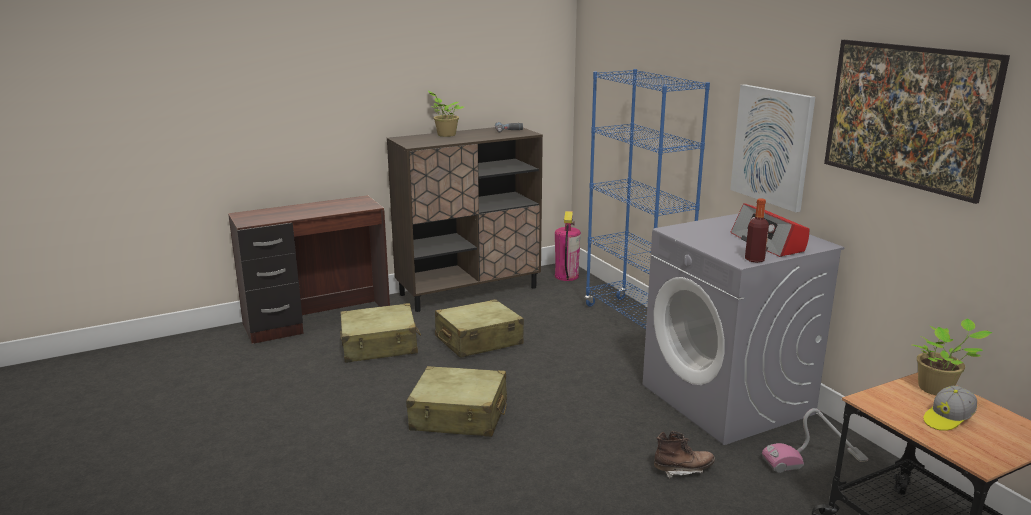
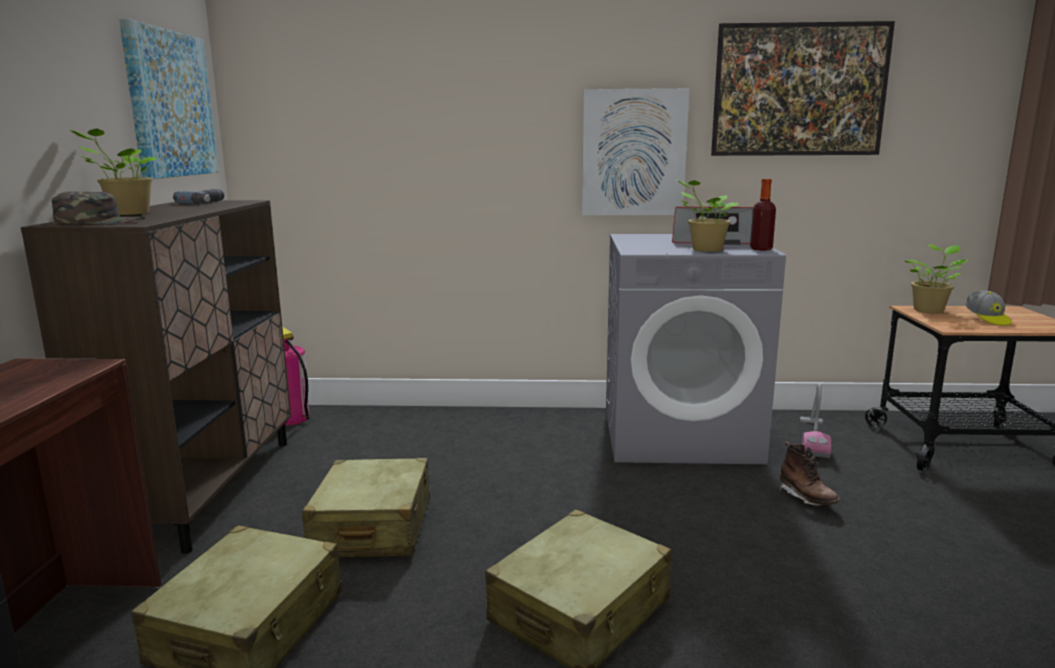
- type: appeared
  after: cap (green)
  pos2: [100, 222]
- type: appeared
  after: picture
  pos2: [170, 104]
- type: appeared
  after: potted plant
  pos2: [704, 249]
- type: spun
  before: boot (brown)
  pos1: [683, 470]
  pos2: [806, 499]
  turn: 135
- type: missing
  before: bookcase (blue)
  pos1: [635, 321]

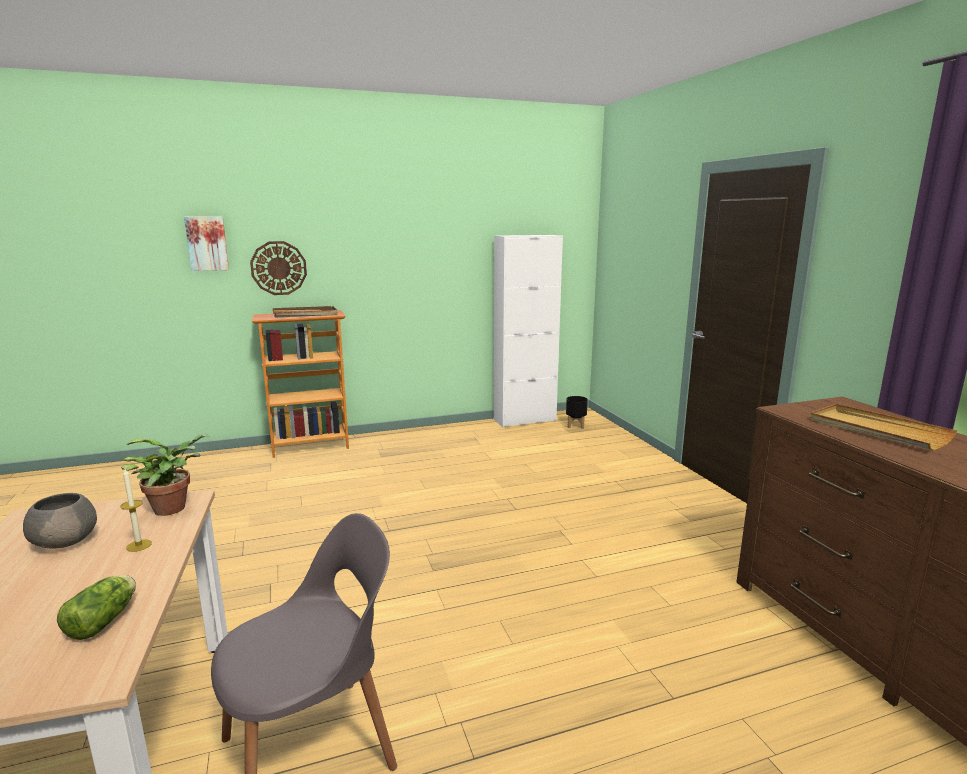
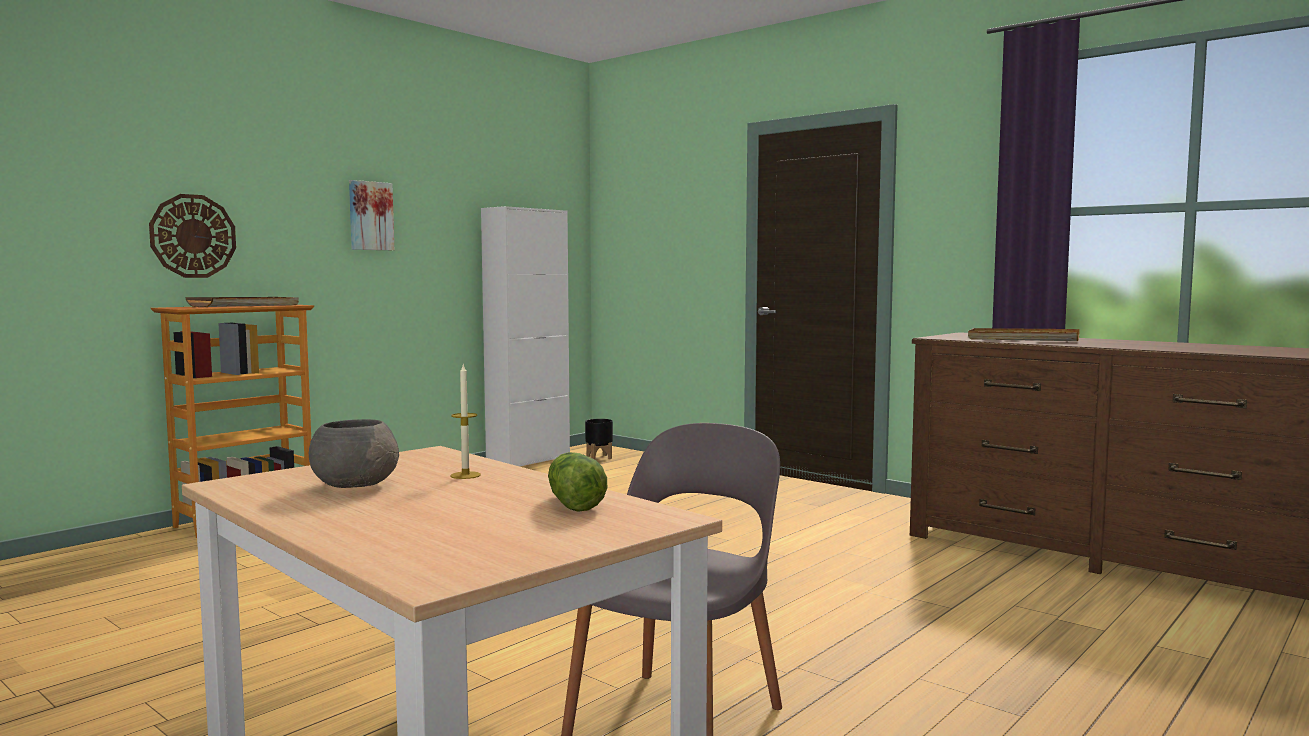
- type: relocated
  before: picture
  pos1: [207, 243]
  pos2: [370, 216]
- type: missing
  before: potted plant
  pos1: [174, 507]

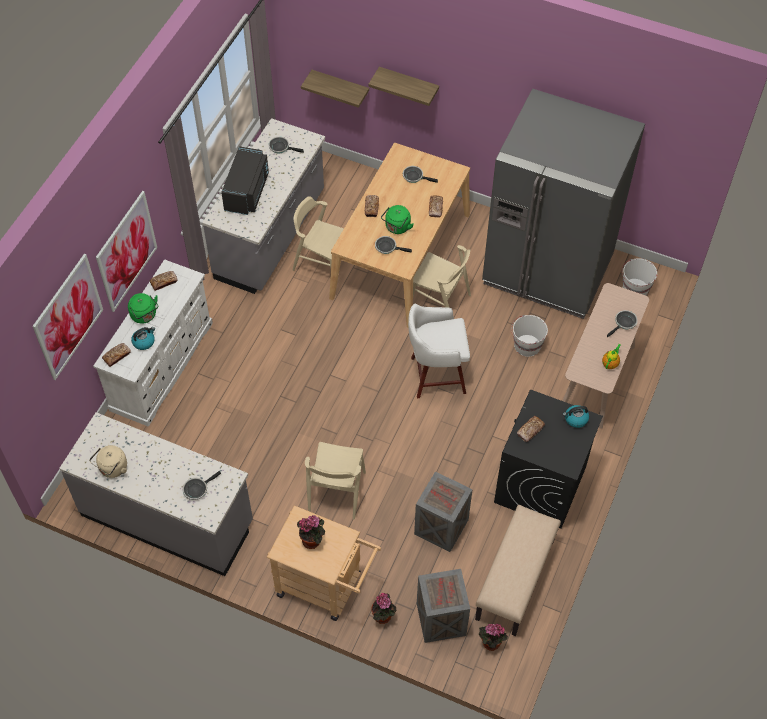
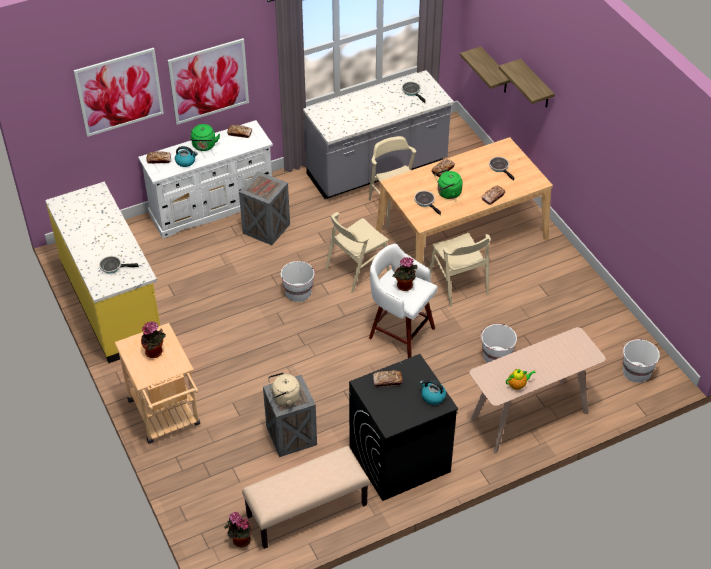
- type: colour
  before: counter (grey)
  after: counter (yellow)
  pos1: [168, 518]
  pos2: [112, 302]
- type: relocated
  before: crate
  pos1: [440, 620]
  pos2: [265, 229]
- type: relocated
  before: kettle (beige)
  pos1: [112, 469]
  pos2: [284, 398]
- type: appeared
  after: bucket (white)
  pos2: [298, 293]
- type: relocated
  before: chair (beige)
  pos1: [336, 491]
  pos2: [357, 269]
- type: relocated
  before: potted plant
  pos1: [383, 617]
  pos2: [405, 287]
- type: missing
  before: microwave (black)
  pos1: [247, 192]
- type: missing
  before: fridge (grey)
  pos1: [548, 269]
- type: missing
  before: frying pan
  pos1: [624, 323]

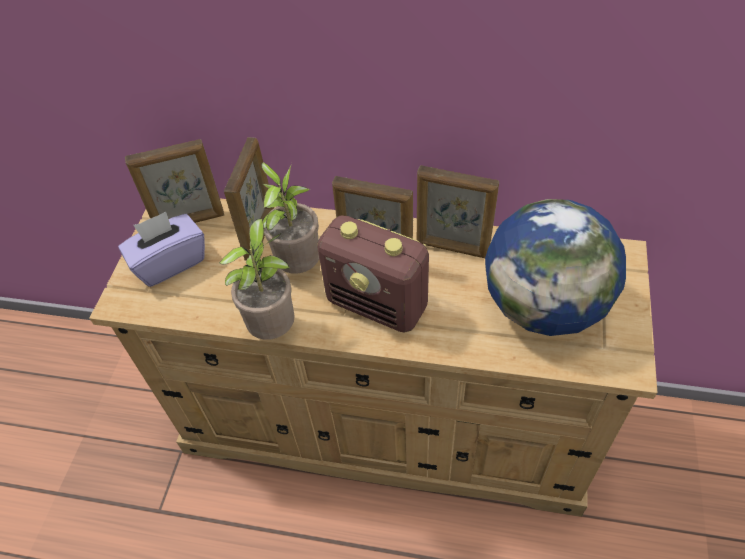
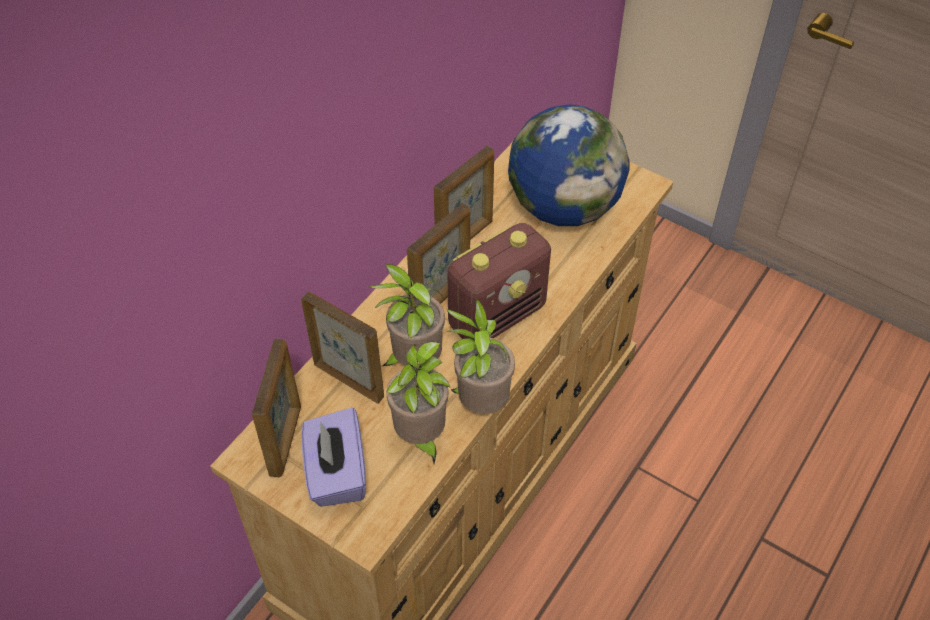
- type: appeared
  after: potted plant
  pos2: [420, 437]

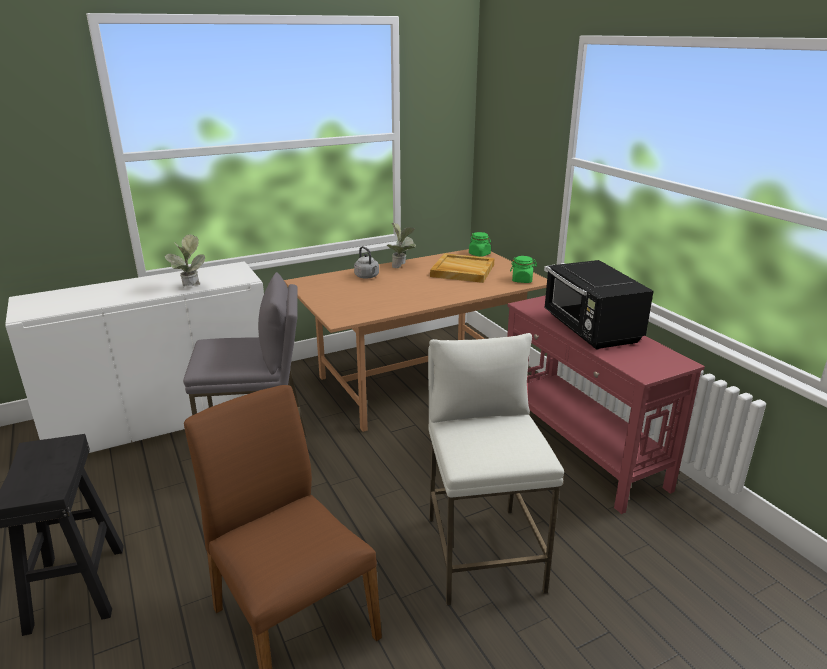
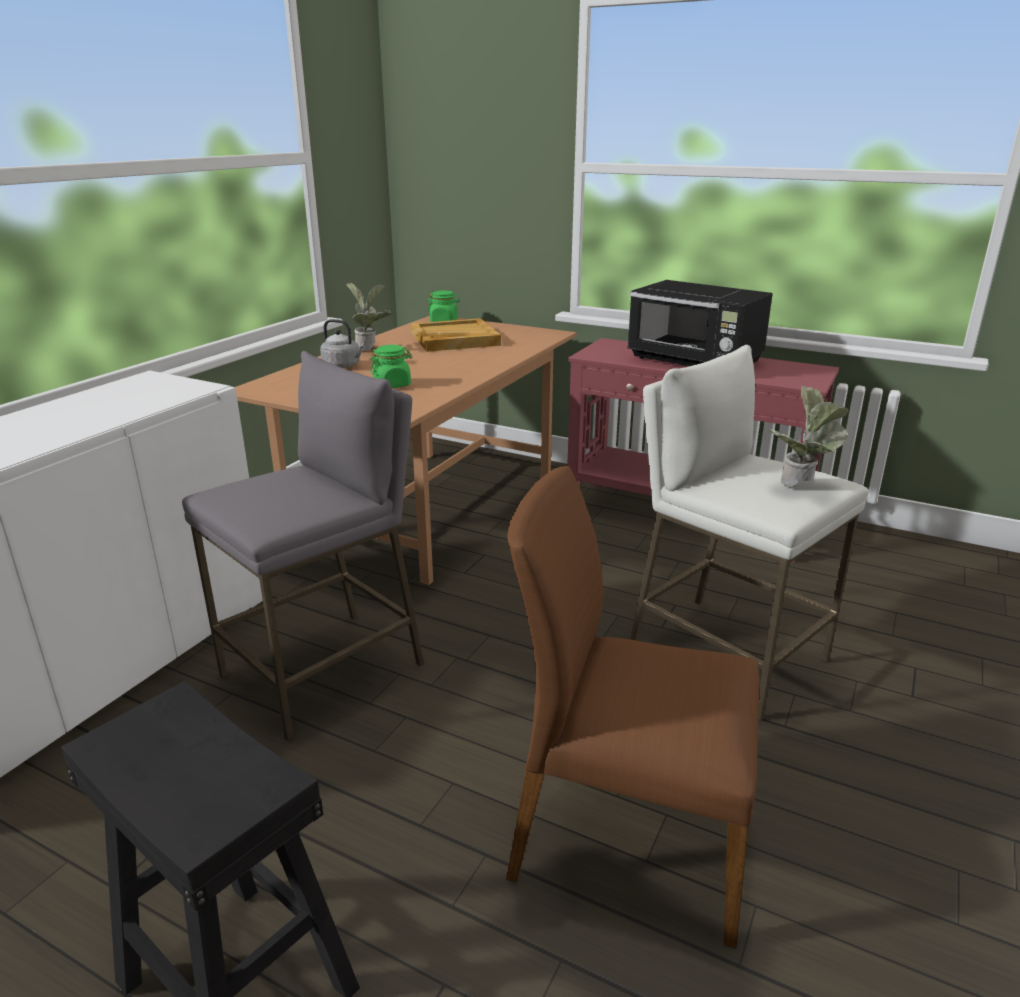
- type: relocated
  before: jar (green)
  pos1: [522, 280]
  pos2: [392, 385]
- type: relocated
  before: potted plant
  pos1: [190, 288]
  pos2: [802, 487]

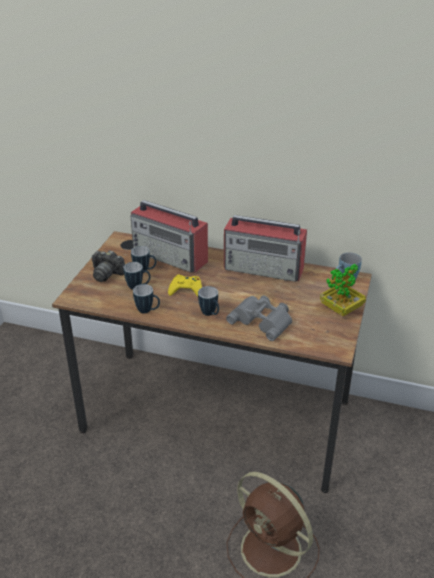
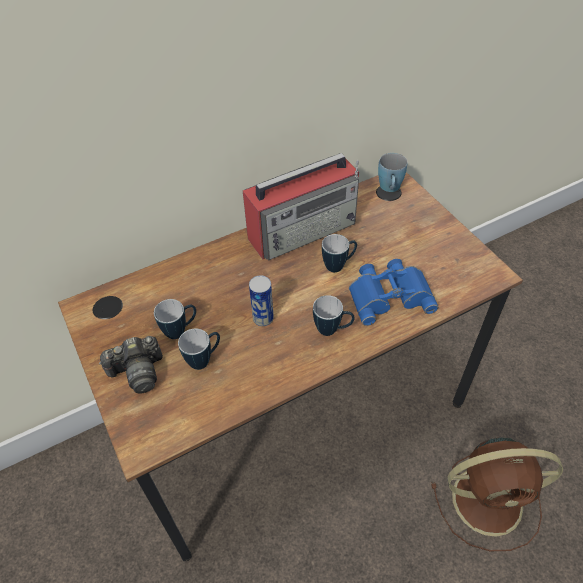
- type: exchanged
  before: game controller (yellow)
  after: can
  pos1: [186, 289]
  pos2: [263, 318]
- type: relocated
  before: mug
  pos1: [148, 311]
  pos2: [339, 265]
- type: colour
  before: binoculars (grey)
  after: binoculars (blue)
  pos1: [262, 320]
  pos2: [389, 294]
- type: missing
  before: radio
  pos1: [171, 256]
- type: missing
  before: potted plant
  pos1: [341, 309]

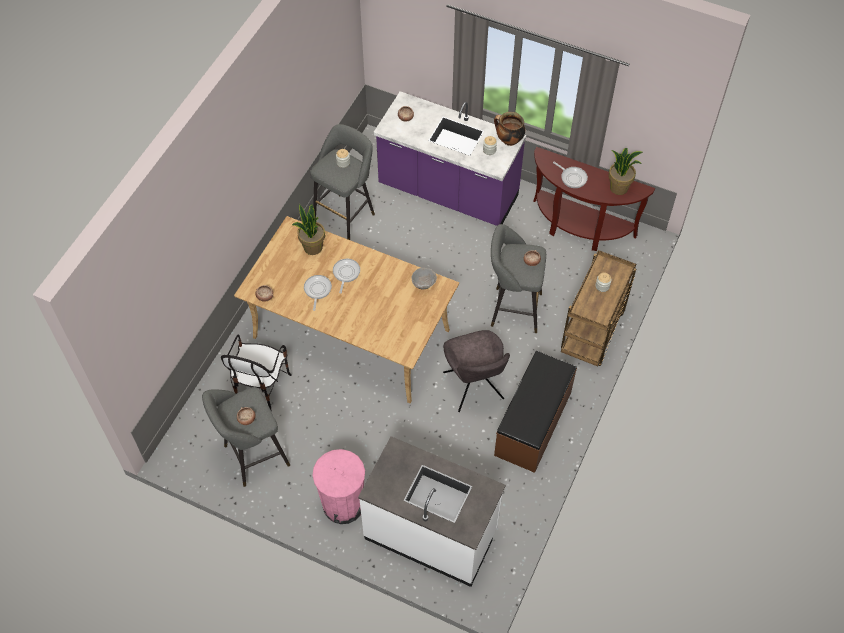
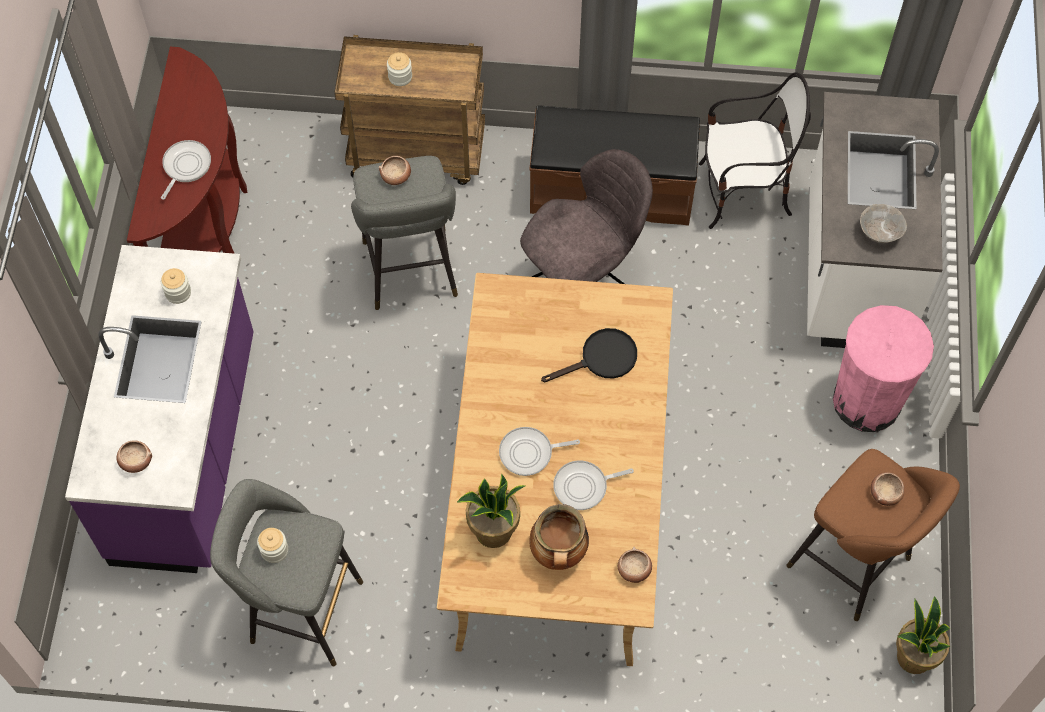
- type: relocated
  before: cooking pot
  pos1: [508, 140]
  pos2: [559, 553]
- type: appeared
  after: frying pan (black)
  pos2: [601, 359]
- type: relocated
  before: chair
  pos1: [261, 389]
  pos2: [743, 193]
- type: colour
  before: stool (grey)
  after: stool (brown)
  pos1: [253, 457]
  pos2: [854, 566]
- type: relocated
  before: bowl (grey)
  pos1: [424, 284]
  pos2: [879, 232]
- type: relocated
  before: potted plant
  pos1: [619, 187]
  pos2: [913, 657]

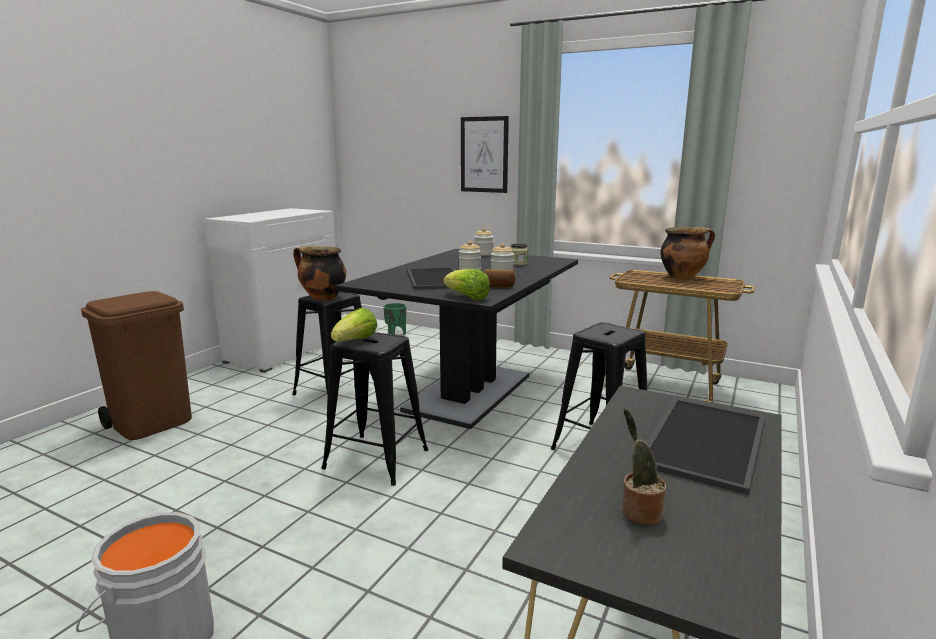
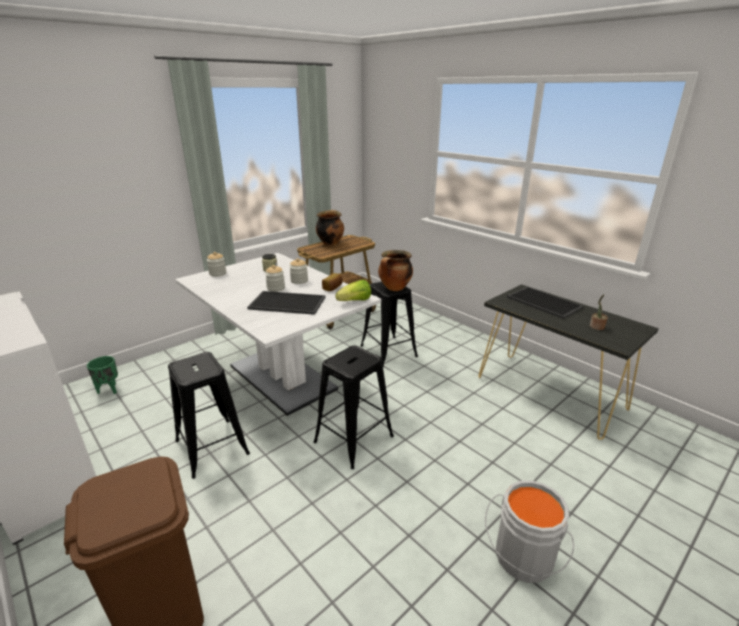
- type: colour
  before: dining table (black)
  after: dining table (white)
  pos1: [469, 393]
  pos2: [282, 377]
- type: relocated
  before: cooking pot
  pos1: [322, 298]
  pos2: [394, 288]
- type: missing
  before: lettuce
  pos1: [356, 341]
- type: missing
  before: picture
  pos1: [484, 155]

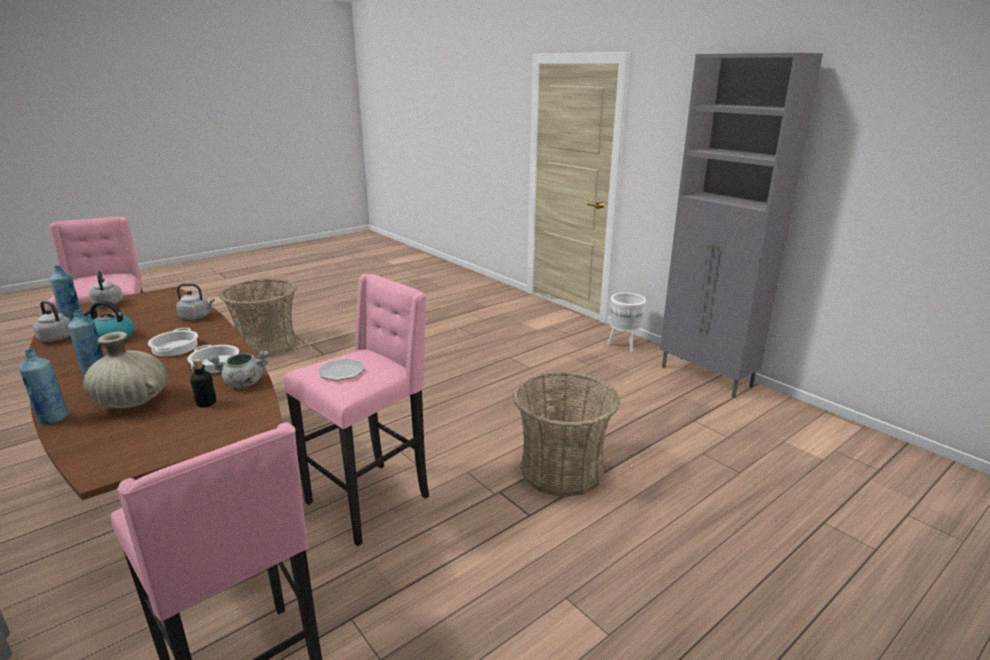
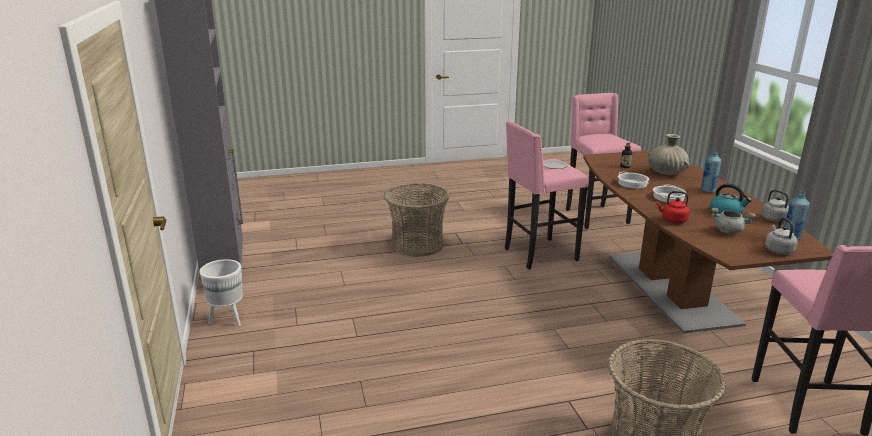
- type: colour
  before: kettle (grey)
  after: kettle (red)
  pos1: [197, 317]
  pos2: [672, 220]
- type: relocated
  before: cooking pot (grey)
  pos1: [243, 383]
  pos2: [728, 231]
- type: missing
  before: bottle (blue)
  pos1: [53, 418]

